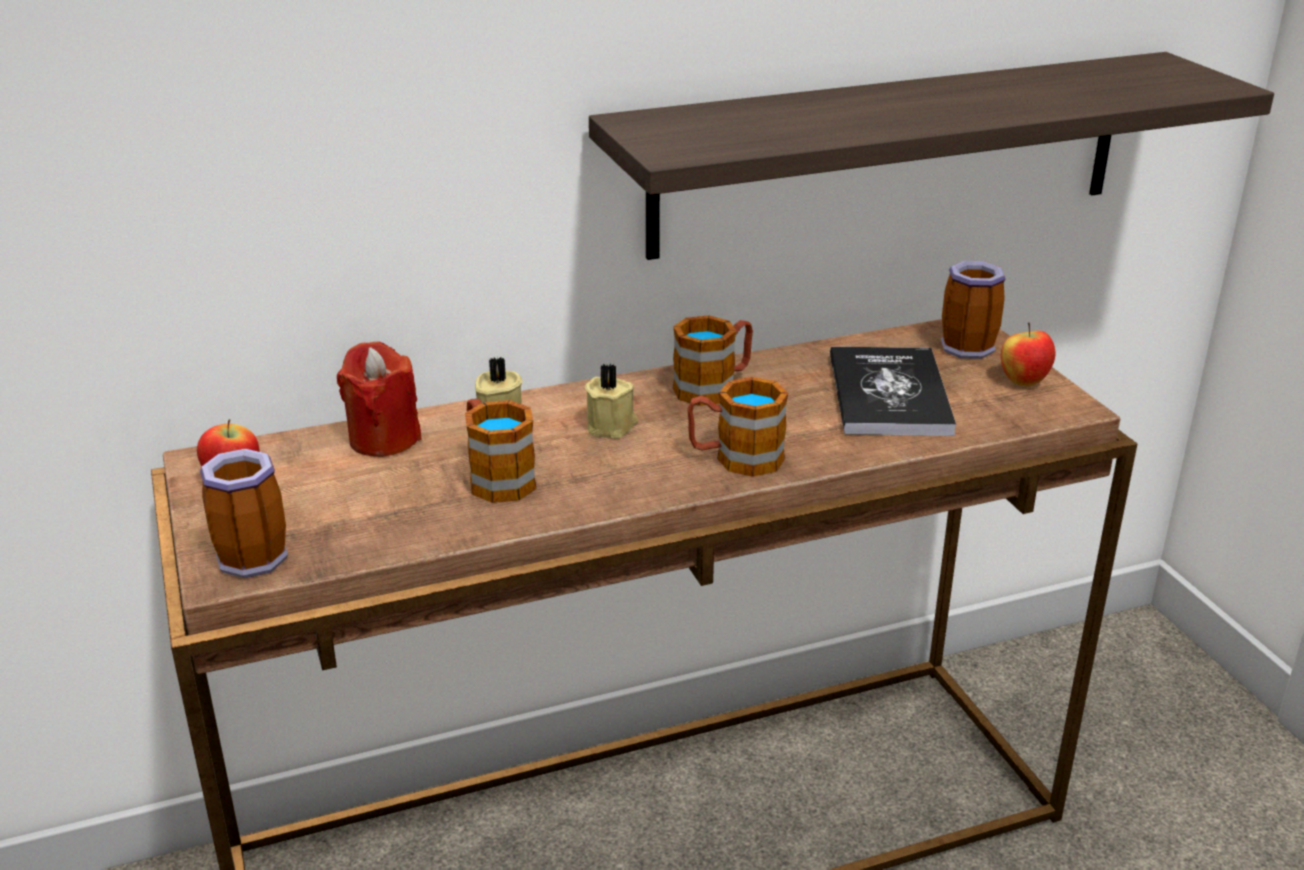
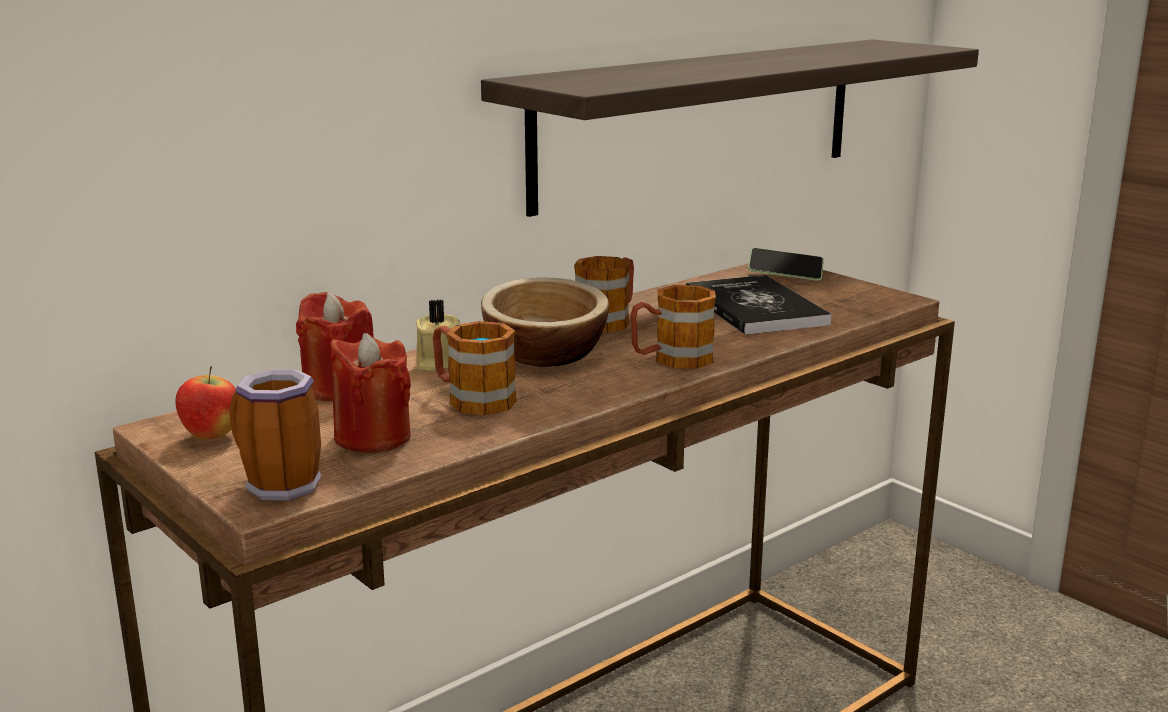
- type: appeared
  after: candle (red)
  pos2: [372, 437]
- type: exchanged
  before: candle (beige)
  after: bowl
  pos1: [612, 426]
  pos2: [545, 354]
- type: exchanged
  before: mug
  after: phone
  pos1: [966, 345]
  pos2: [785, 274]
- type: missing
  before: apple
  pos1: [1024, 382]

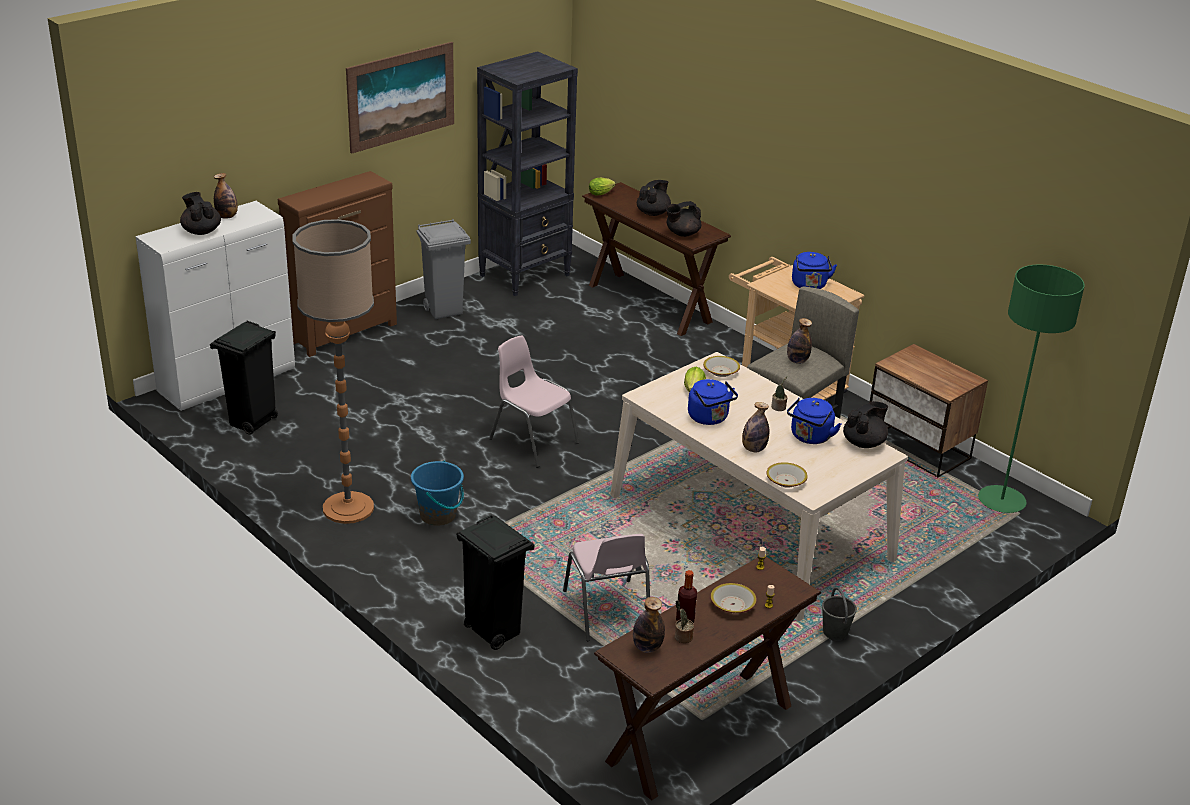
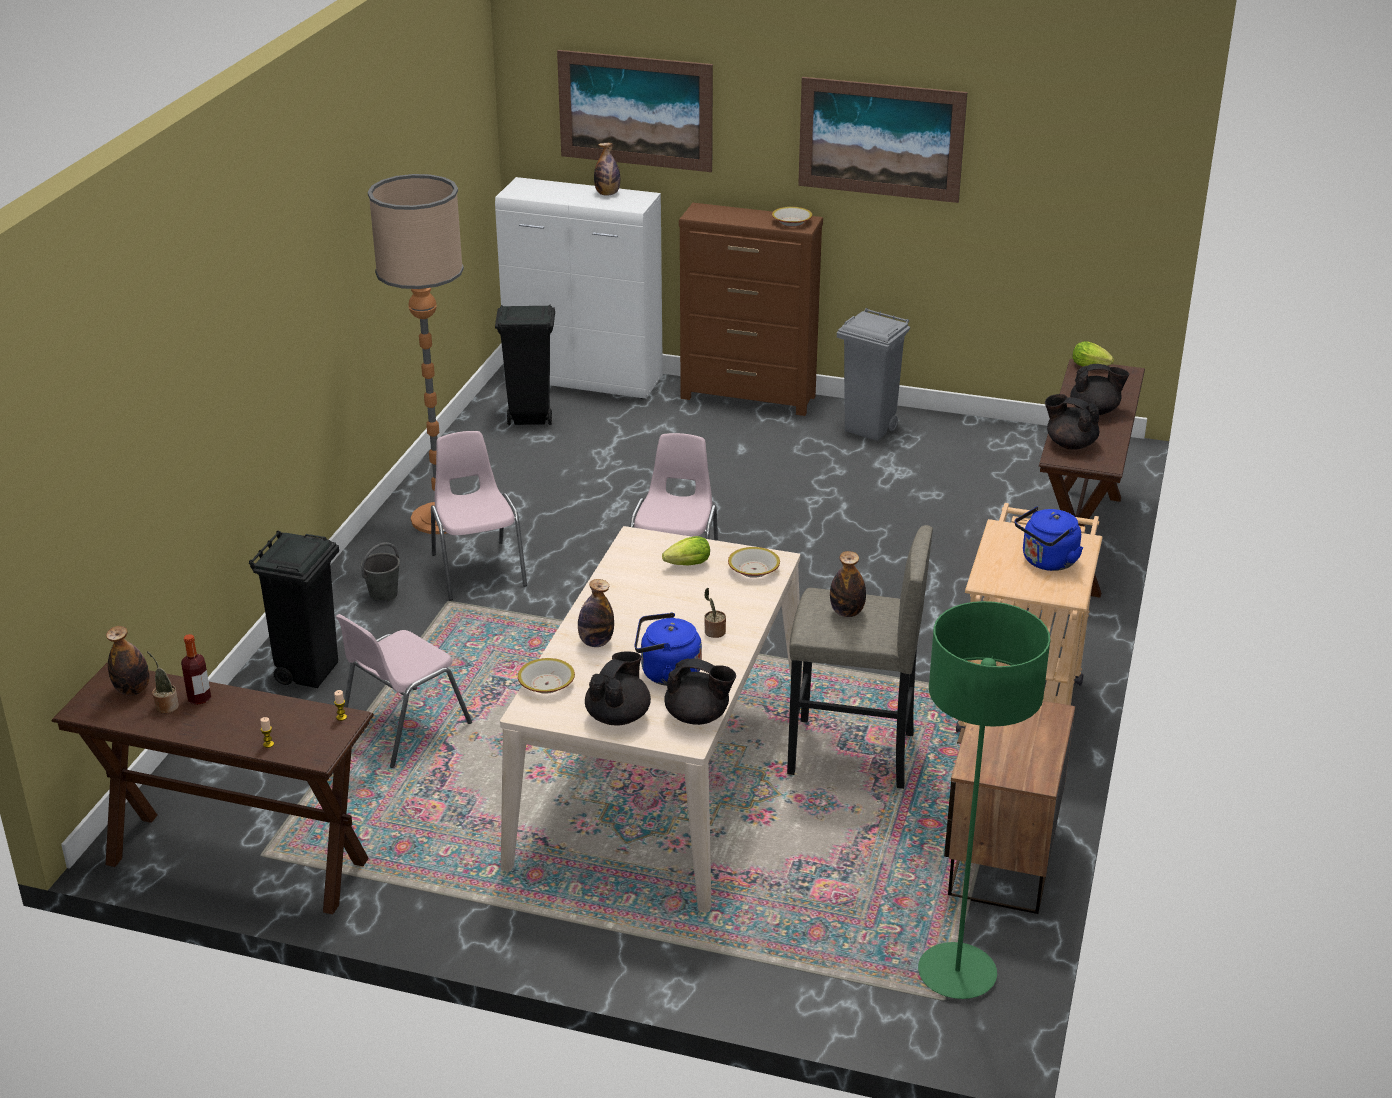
- type: relocated
  before: bucket (grey)
  pos1: [835, 632]
  pos2: [384, 594]
- type: exchanged
  before: bucket (blue)
  after: chair (pink)
  pos1: [438, 515]
  pos2: [477, 569]
- type: appeared
  after: picture
  pos2: [635, 110]
- type: relocated
  before: teapot (black)
  pos1: [201, 231]
  pos2: [618, 716]
- type: relocated
  before: bowl
  pos1: [732, 604]
  pos2: [792, 222]
- type: missing
  before: bookcase (black)
  pos1: [525, 275]
- type: missing
  before: kettle (blue)
  pos1: [710, 418]

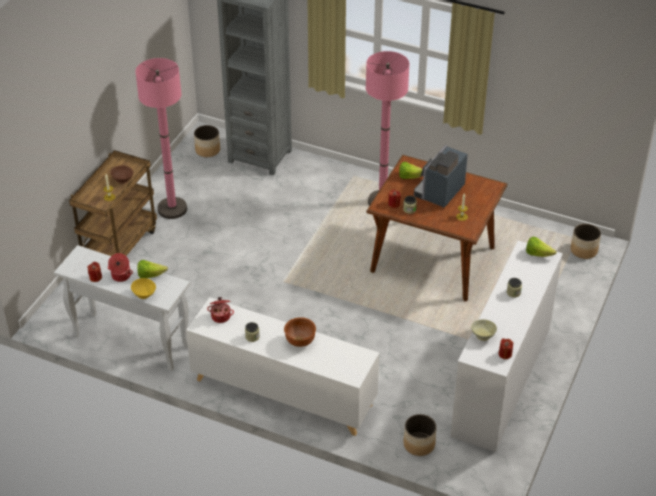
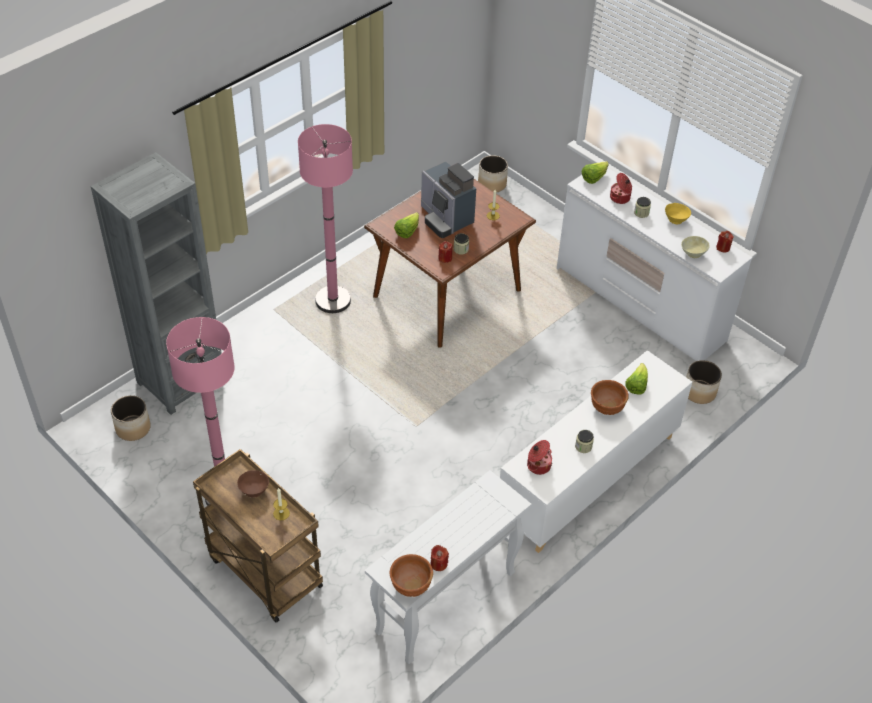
- type: appeared
  after: bowl (brown)
  pos2: [410, 585]
- type: relocated
  before: cooking pot
  pos1: [120, 276]
  pos2: [620, 198]
- type: relocated
  before: lettuce
  pos1: [150, 275]
  pos2: [636, 386]
- type: relocated
  before: bowl (yellow)
  pos1: [144, 295]
  pos2: [676, 220]

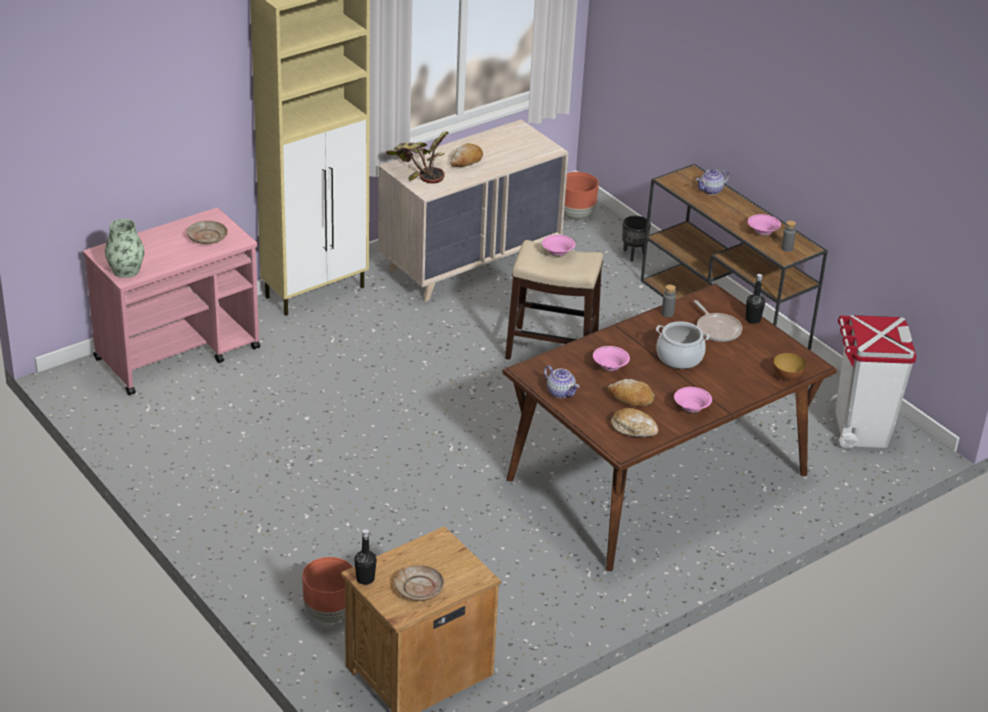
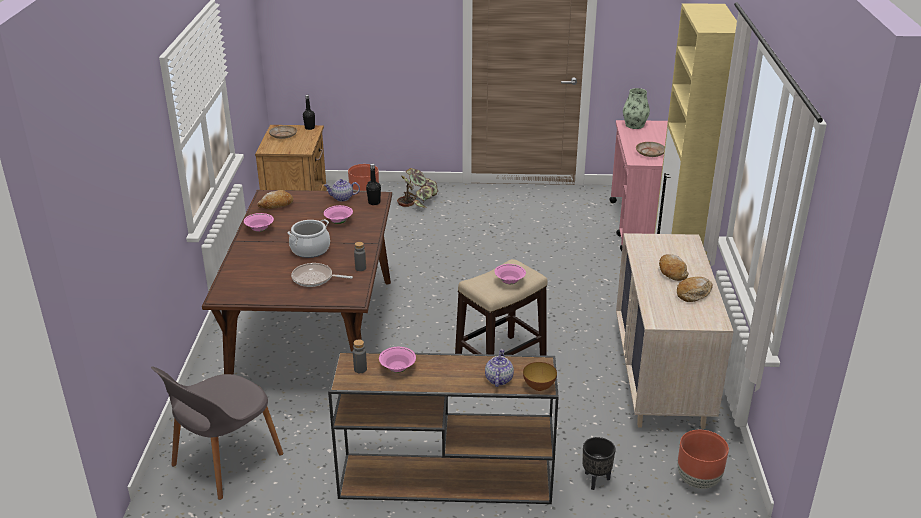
- type: exchanged
  before: trash can (white)
  after: chair (grey)
  pos1: [860, 429]
  pos2: [225, 461]
- type: relocated
  before: bottle (black)
  pos1: [753, 320]
  pos2: [374, 202]
- type: relocated
  before: potted plant
  pos1: [418, 172]
  pos2: [418, 201]
- type: relocated
  before: bowl
  pos1: [787, 377]
  pos2: [539, 387]
- type: relocated
  before: bread
  pos1: [630, 398]
  pos2: [694, 294]

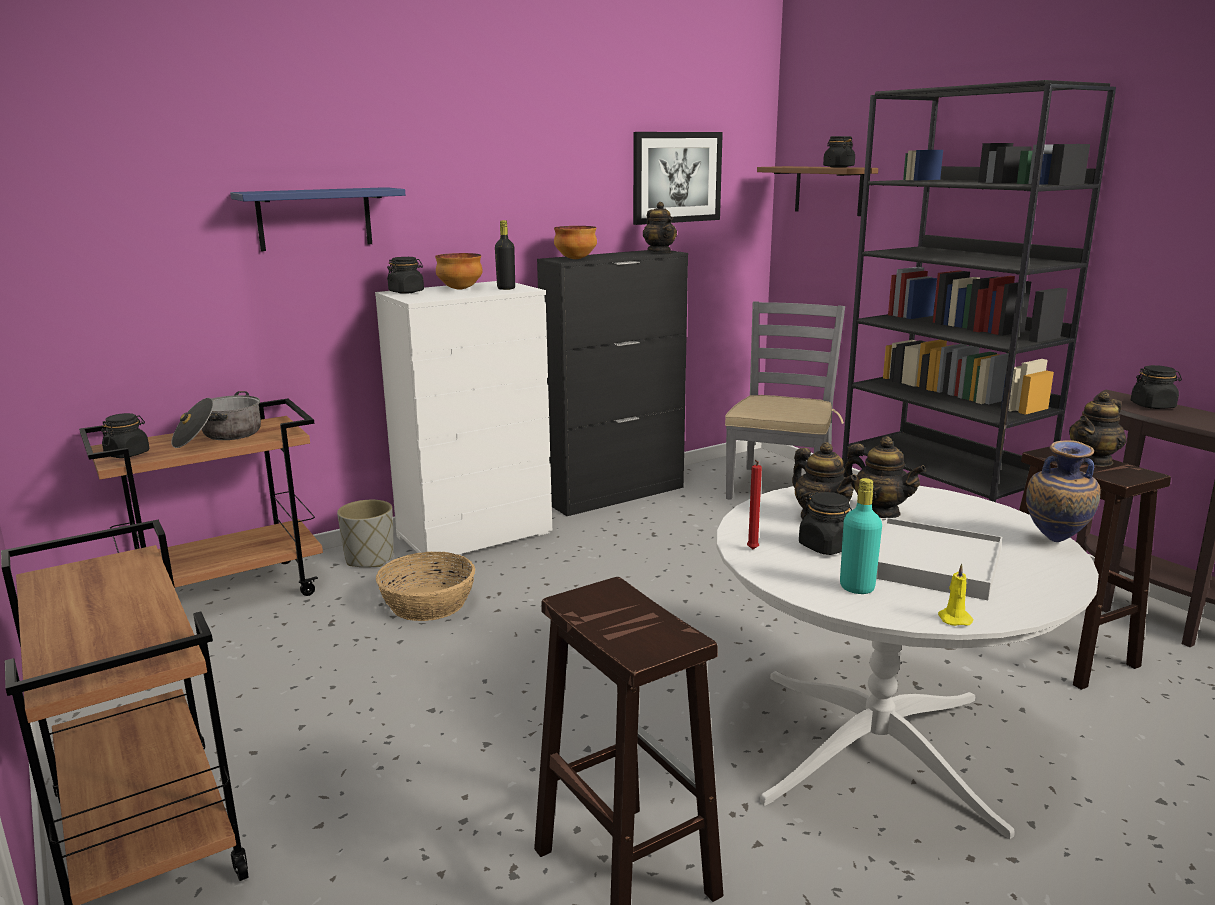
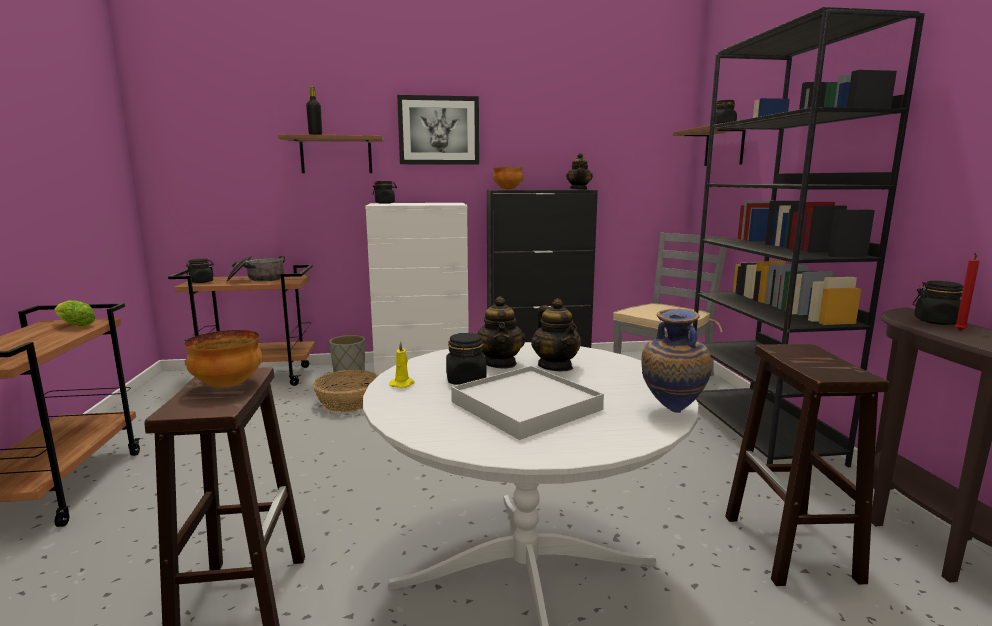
- type: appeared
  after: lettuce
  pos2: [73, 325]
- type: relocated
  before: bowl
  pos1: [459, 289]
  pos2: [227, 385]
- type: colour
  before: shelf (blue)
  after: shelf (brown)
  pos1: [314, 218]
  pos2: [336, 155]
- type: relocated
  before: bottle (black)
  pos1: [506, 288]
  pos2: [315, 135]
- type: relocated
  before: candle (yellow)
  pos1: [953, 618]
  pos2: [403, 384]
- type: relocated
  before: picture
  pos1: [676, 177]
  pos2: [439, 130]
- type: relocated
  before: candle (red)
  pos1: [752, 550]
  pos2: [959, 331]
- type: missing
  before: bottle (turquoise)
  pos1: [857, 588]
- type: missing
  before: teapot
  pos1: [1093, 460]

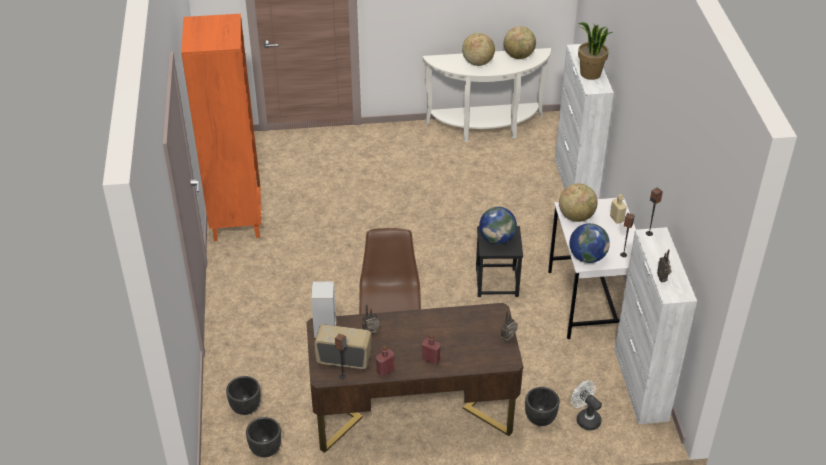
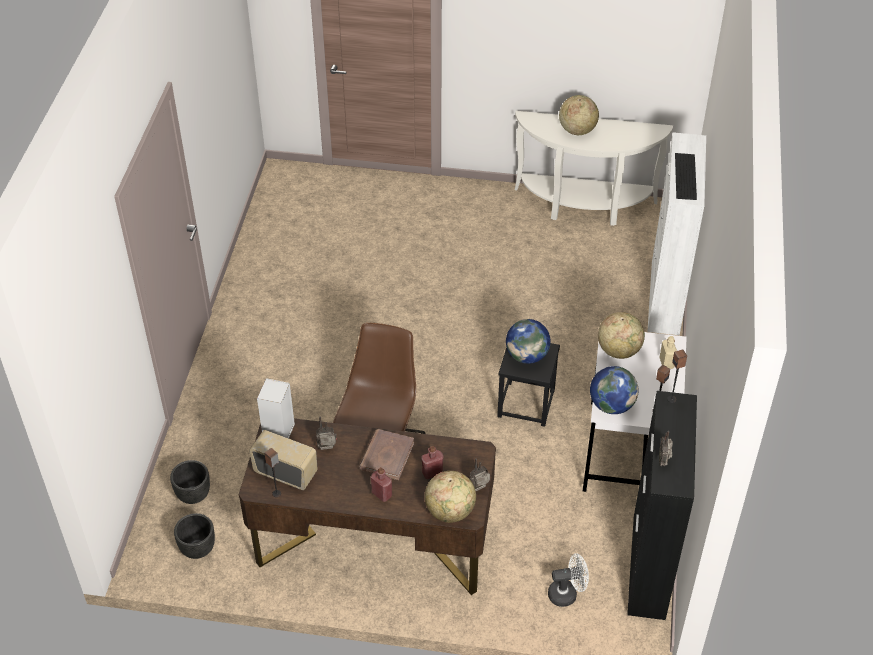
- type: appeared
  after: book (brown)
  pos2: [386, 456]
- type: relocated
  before: bottle (red)
  pos1: [385, 371]
  pos2: [432, 473]
- type: relocated
  before: globe
  pos1: [519, 56]
  pos2: [450, 511]
- type: spun
  before: fan (white)
  pos1: [585, 418]
  pos2: [567, 593]
  turn: 105
- type: colour
  before: cabinet (white)
  after: cabinet (black)
  pos1: [640, 385]
  pos2: [648, 567]
- type: exchanged
  before: potted plant
  after: keyboard
  pos1: [590, 74]
  pos2: [685, 176]
- type: missing
  before: bookcase (orange)
  pos1: [236, 220]
- type: missing
  before: planter (black)
  pos1: [540, 419]

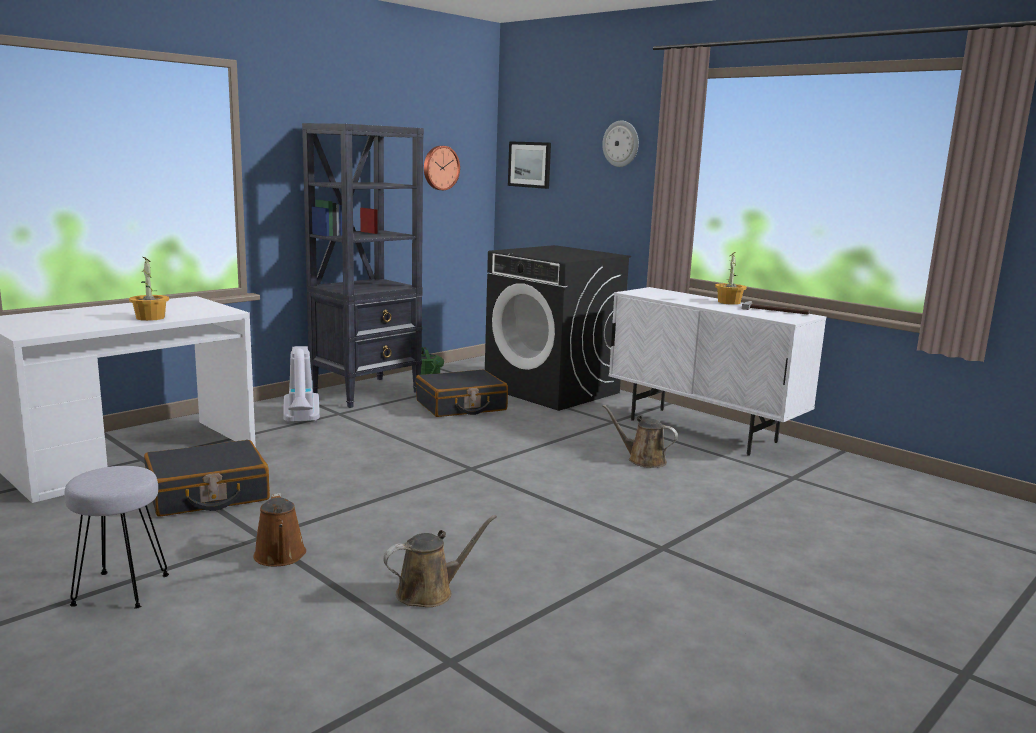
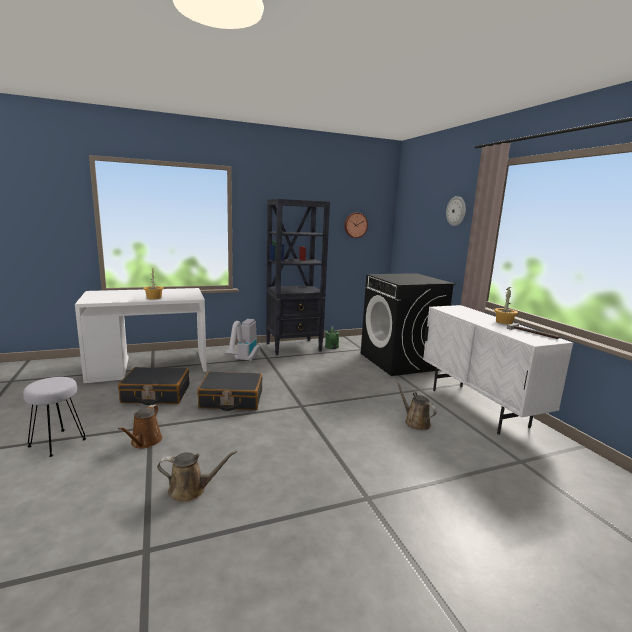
- type: relocated
  before: suitcase (black)
  pos1: [461, 406]
  pos2: [231, 400]
- type: missing
  before: picture
  pos1: [530, 164]

